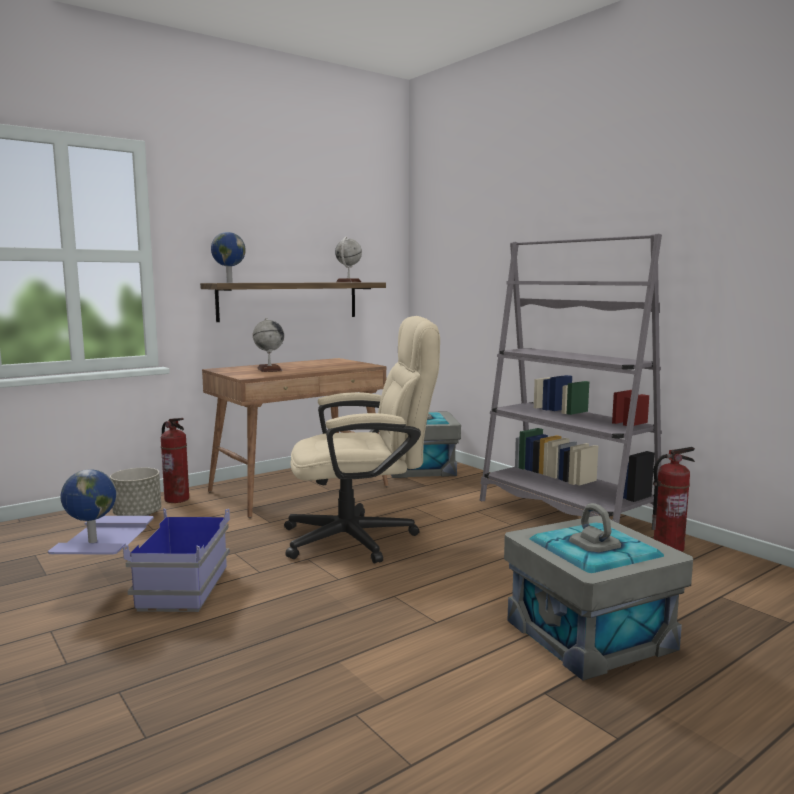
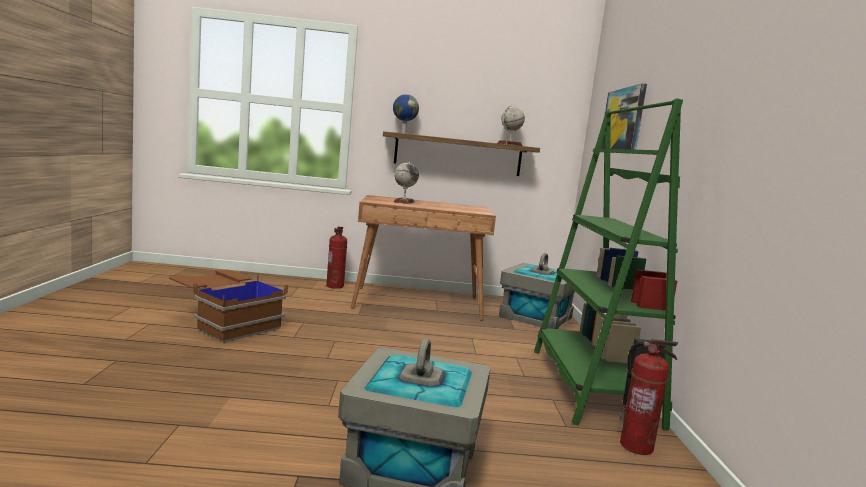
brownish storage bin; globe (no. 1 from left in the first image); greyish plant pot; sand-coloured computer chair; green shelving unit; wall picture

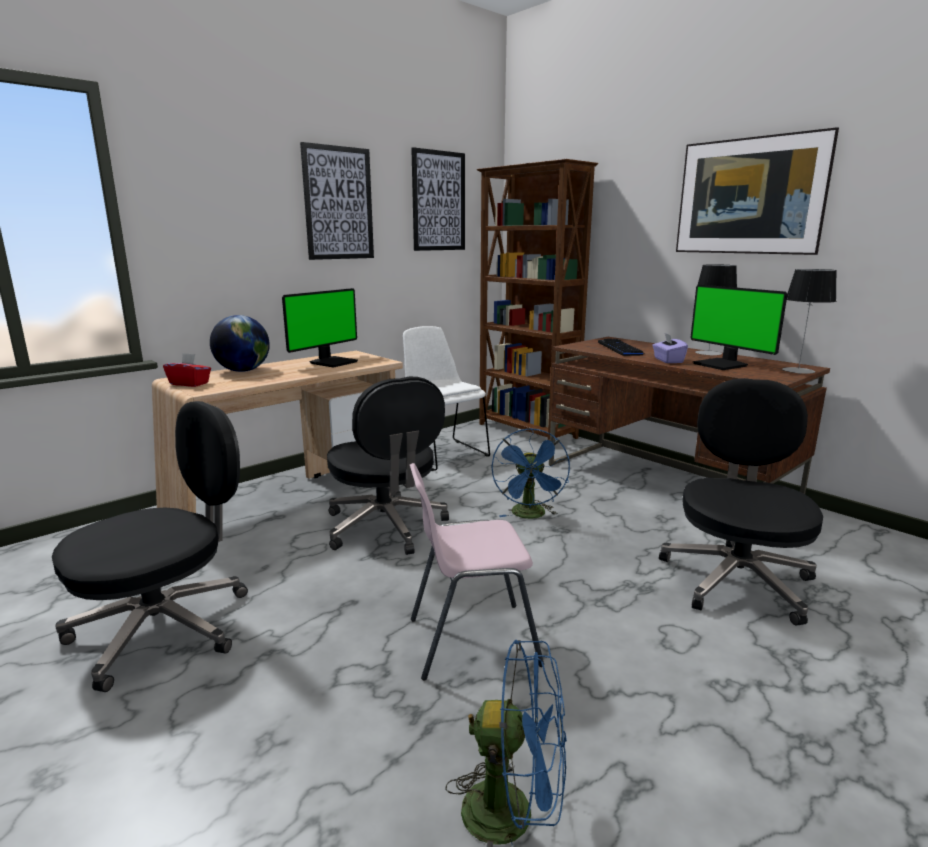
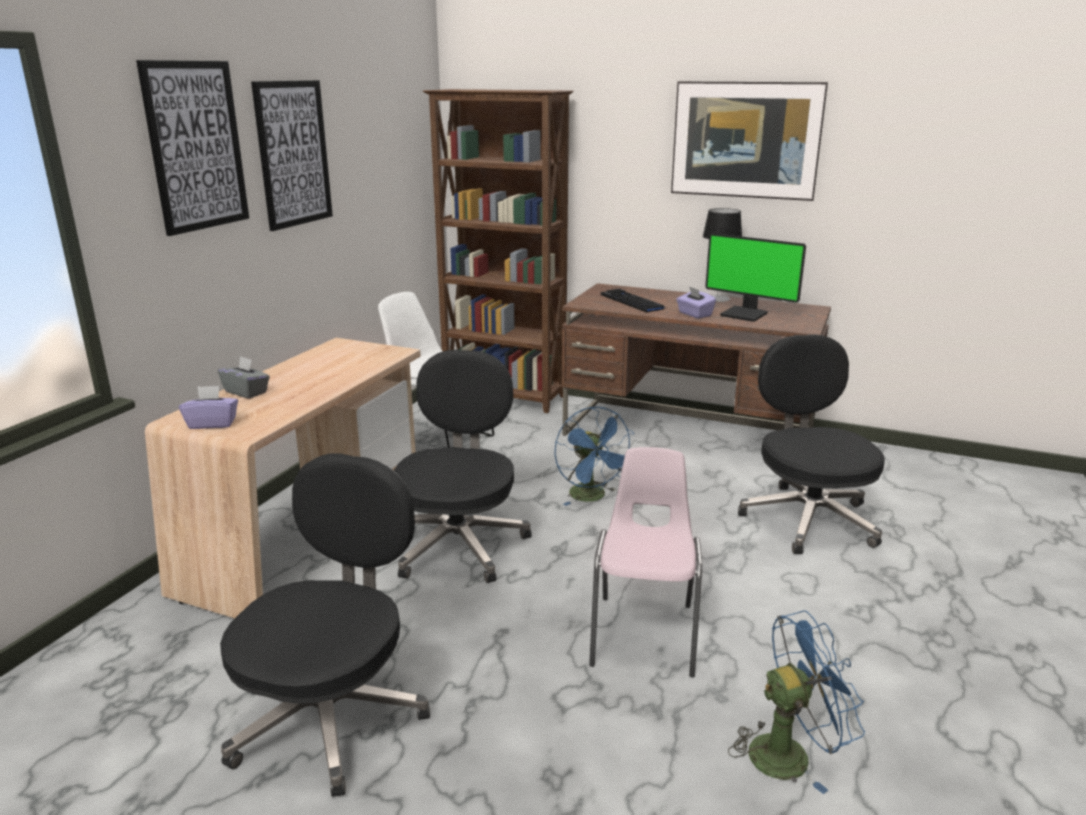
purple-coloured box of tissues (no. 1 from left); greyish box of tissues; monitor (no. 1 from left in the first image); blackish computer chair (no. 2 from left); pink-coloured chair; wall picture (no. 1 from left); tabletop lamp (no. 2 from left in the first image)

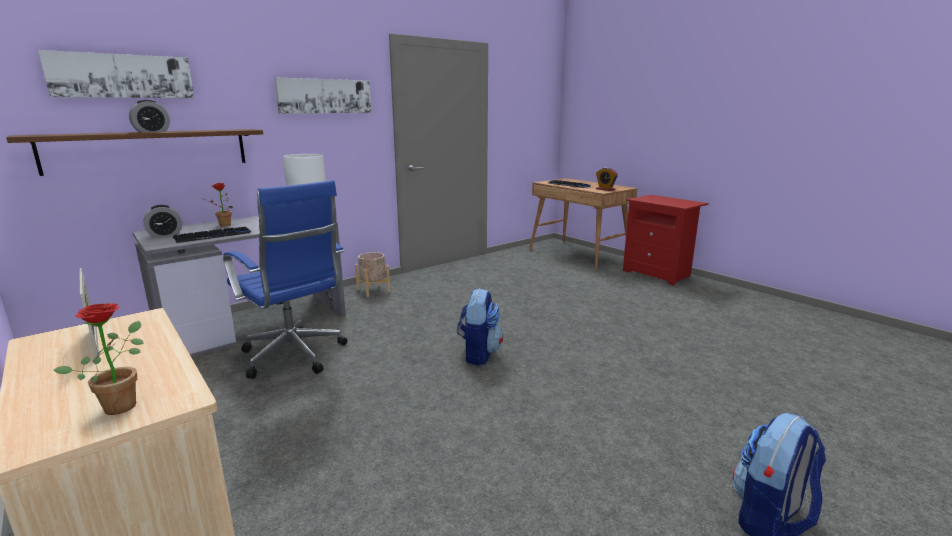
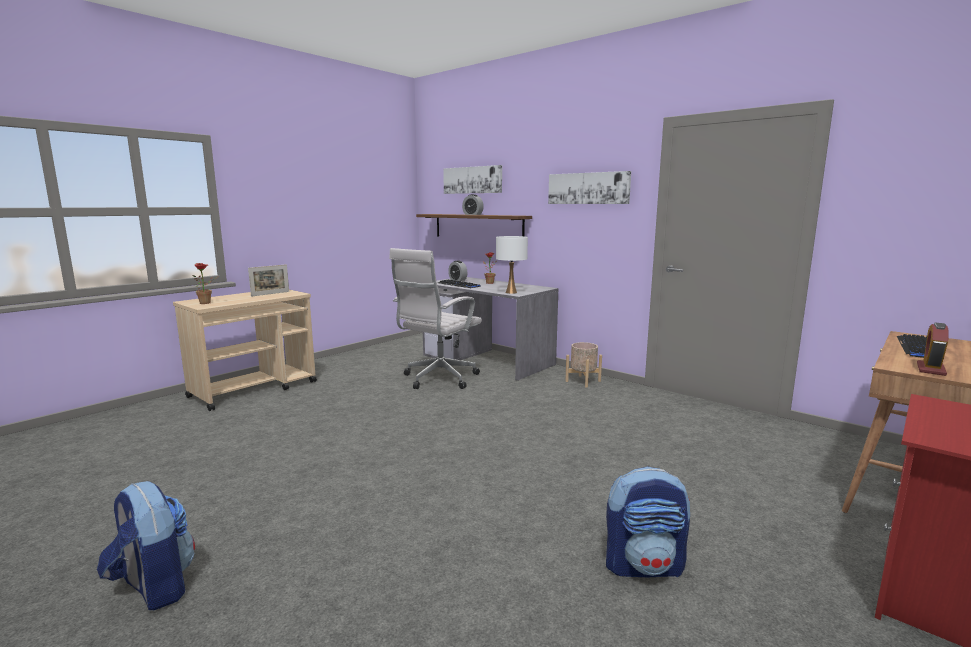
white-coloured computer chair; rucksack (no. 2 from left)

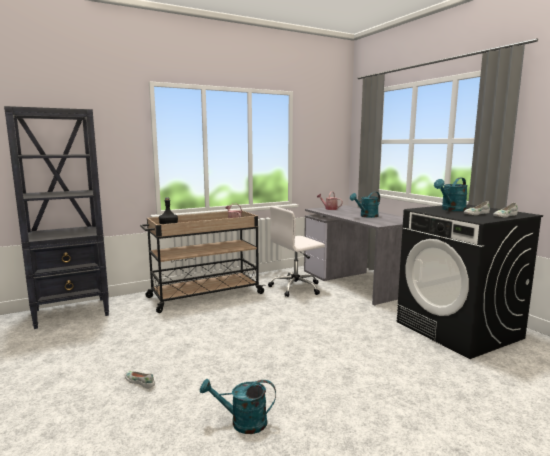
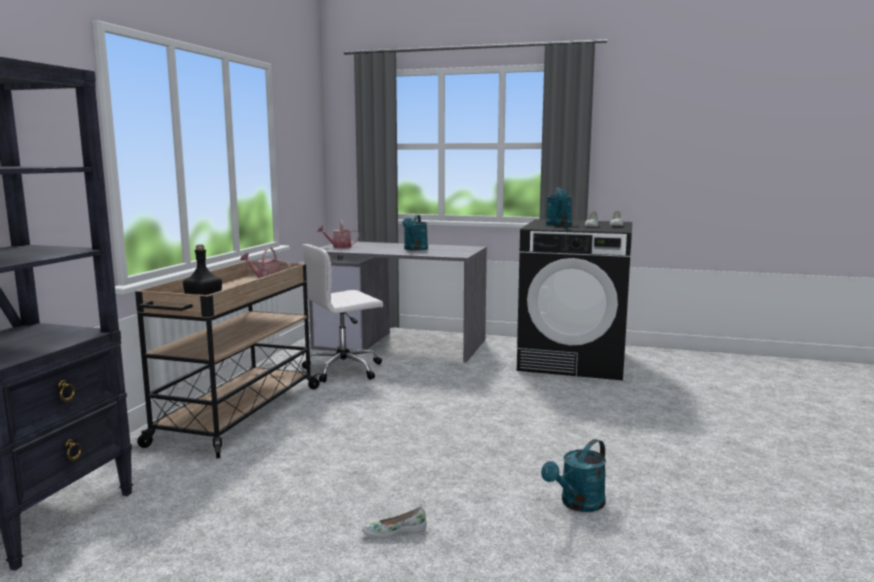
white-coloured computer chair

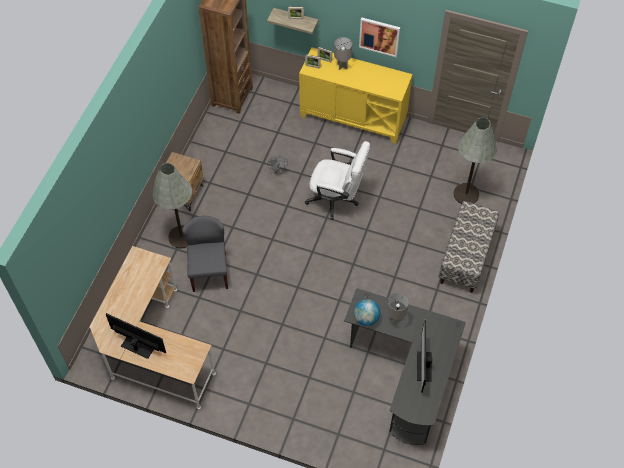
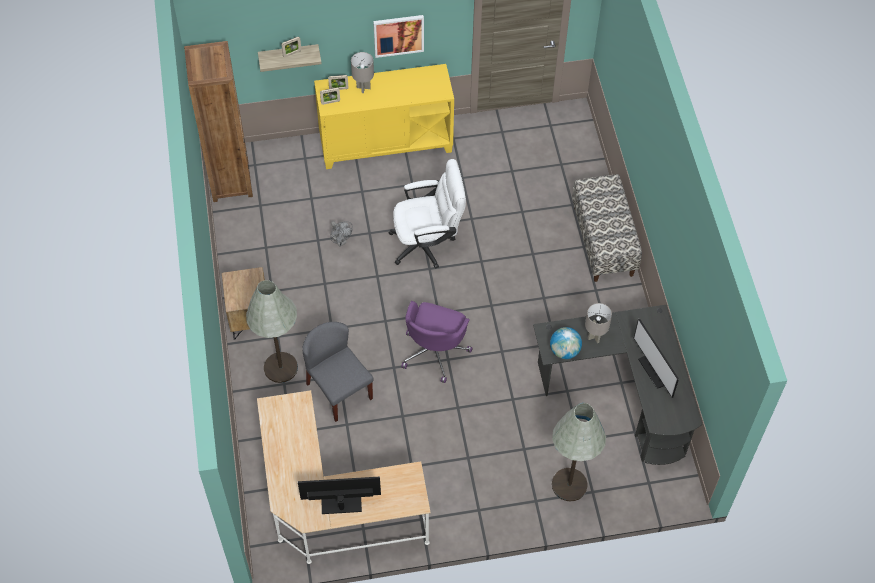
greyish standing lamp (no. 2 from left); purple-coloured computer chair

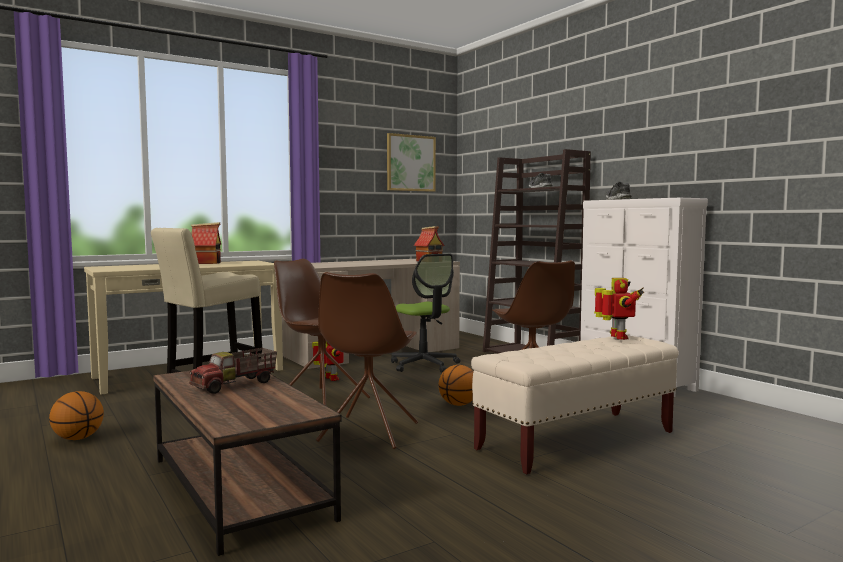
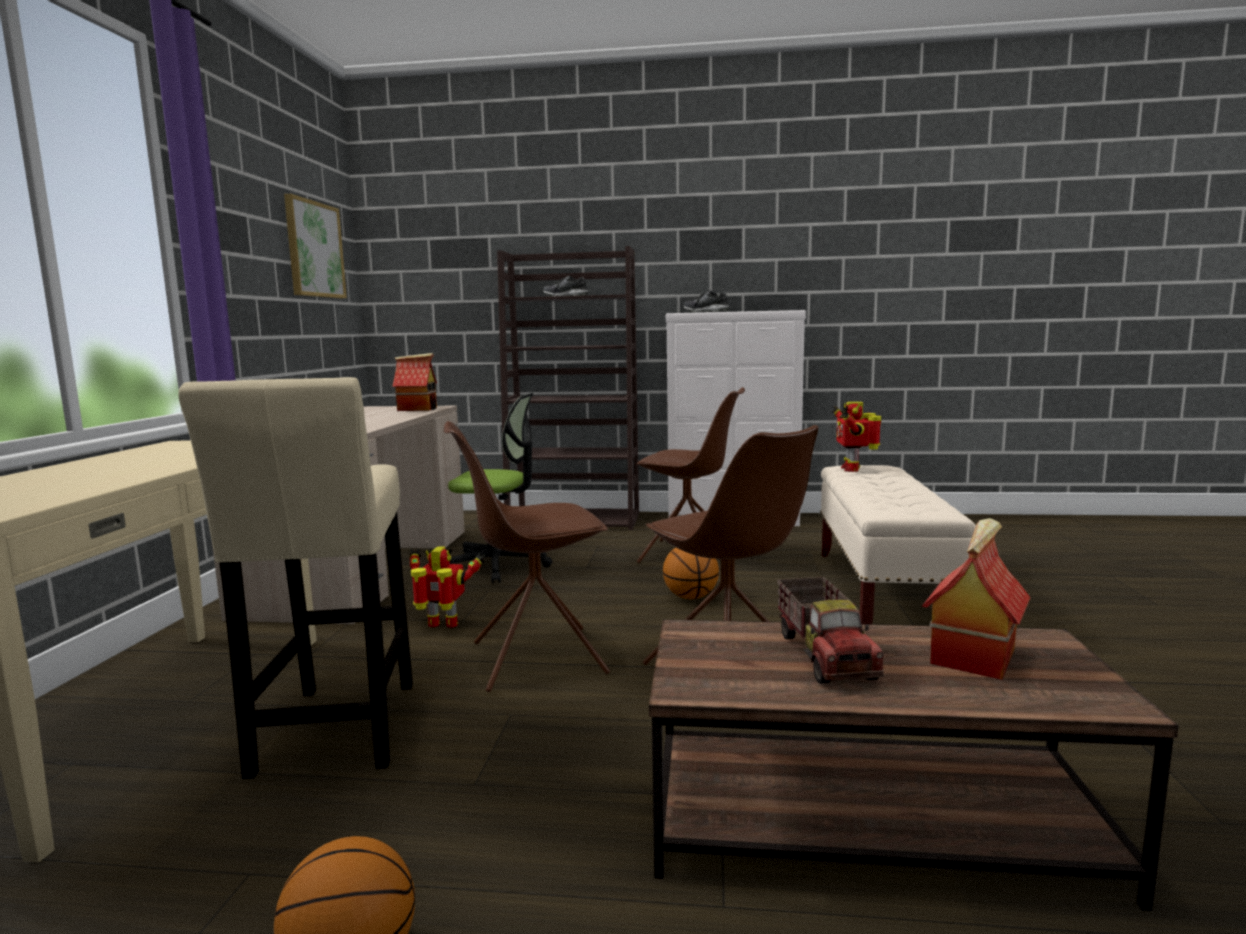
toy house (no. 2 from left); robot figure (no. 2 from left)

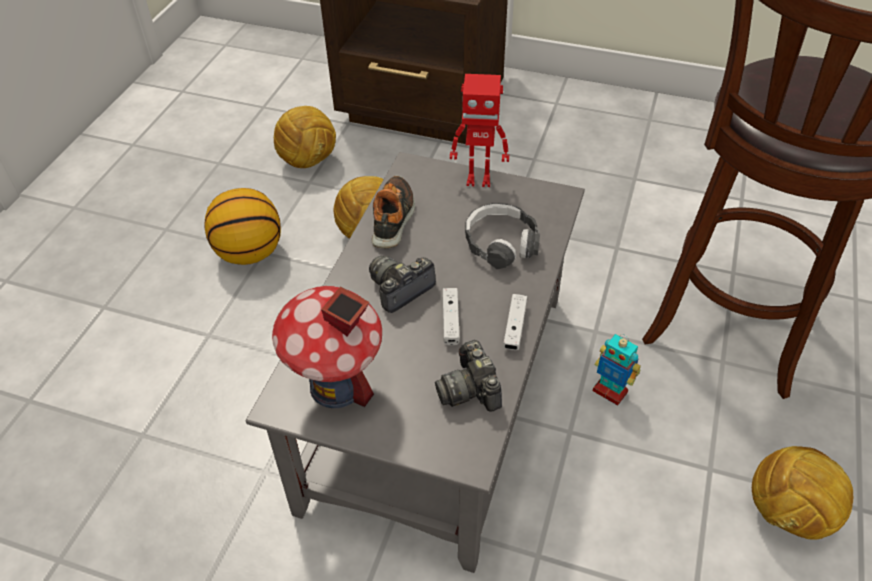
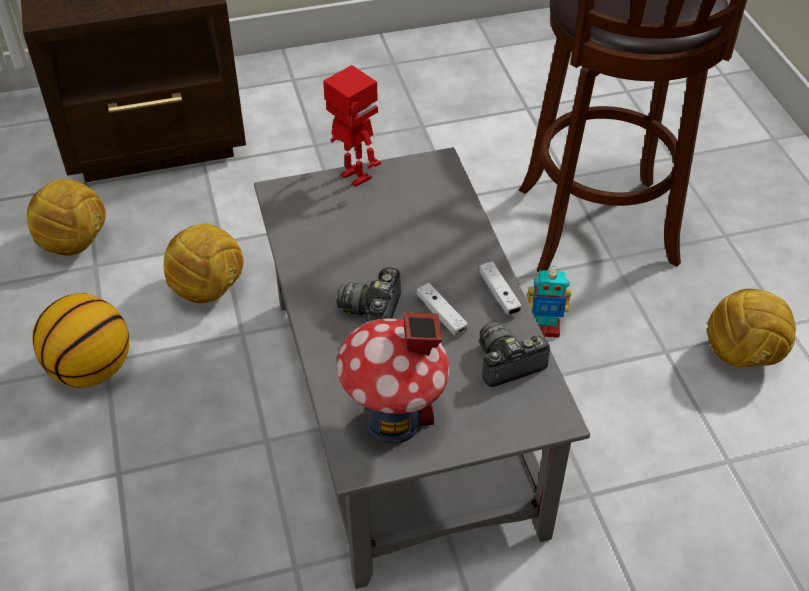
item of footwear; photo camera (no. 2 from left); robot figure (no. 1 from left); headphones

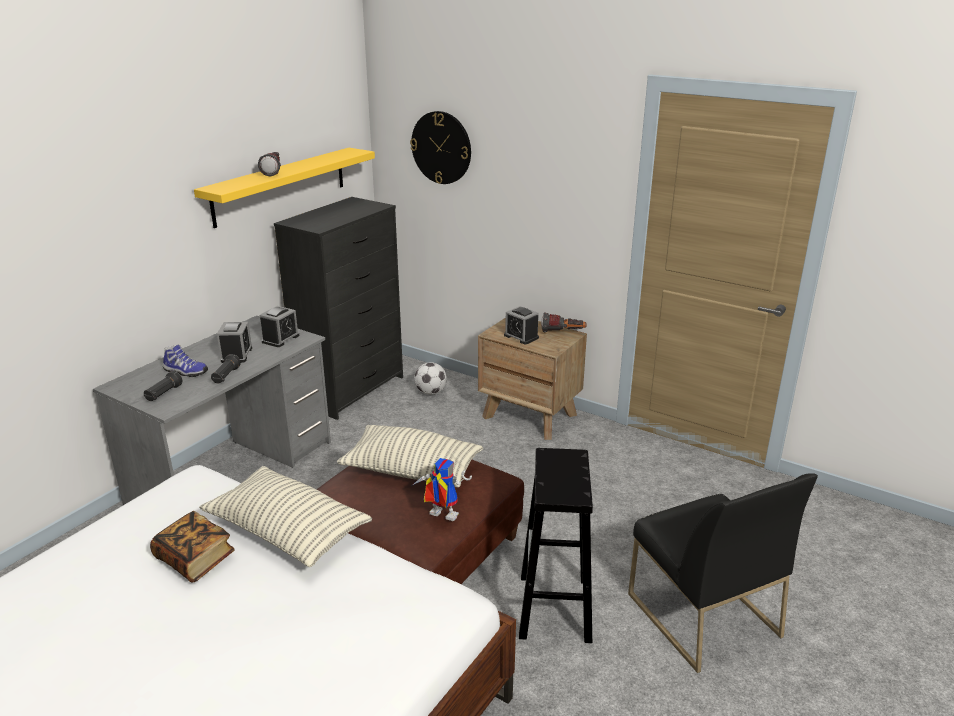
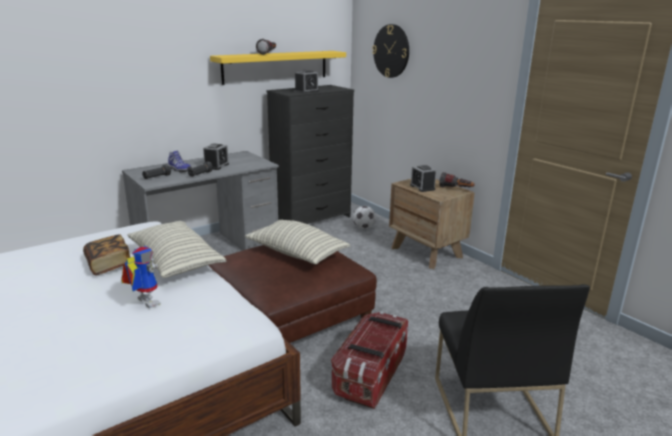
bedside clock (no. 2 from left); robot figure; storage bin

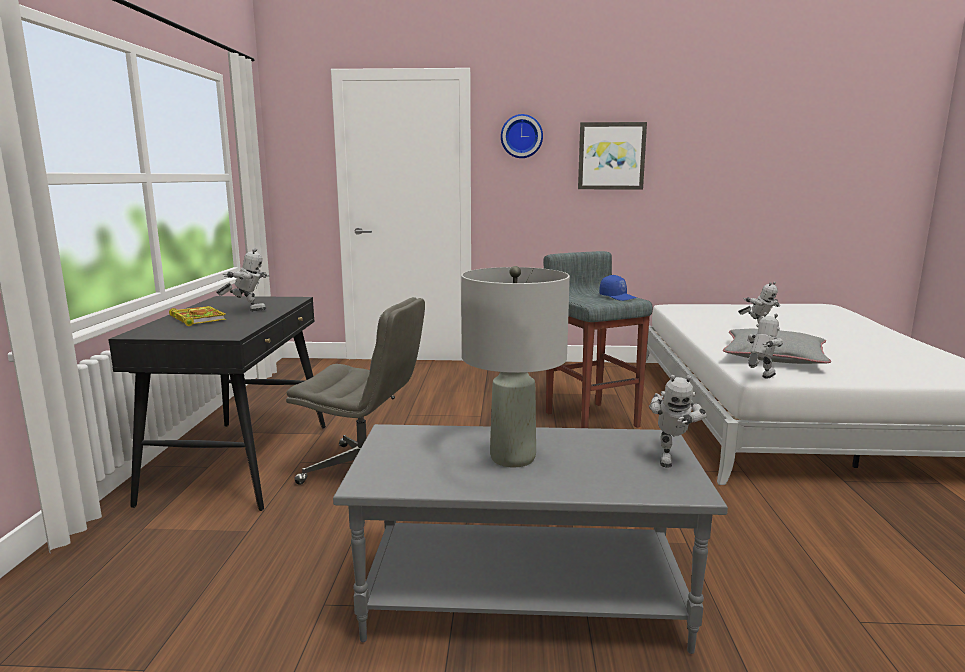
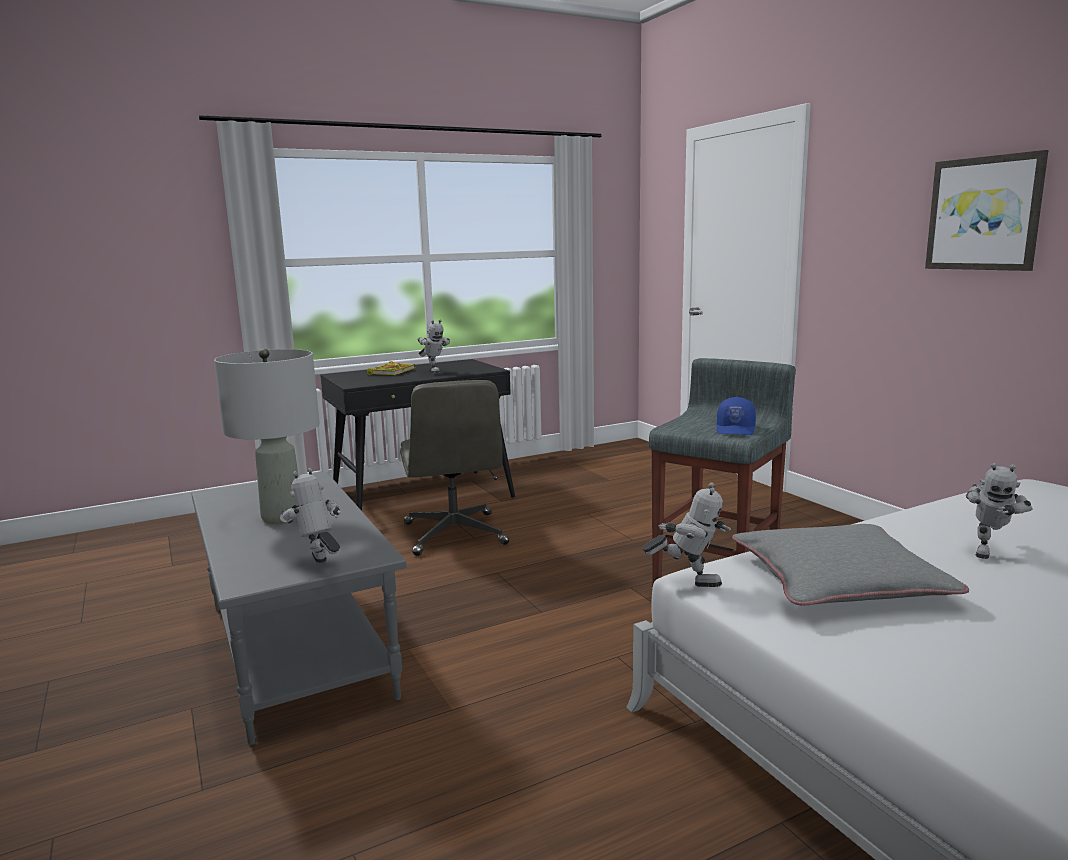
wall clock; robot figure (no. 1 from left)

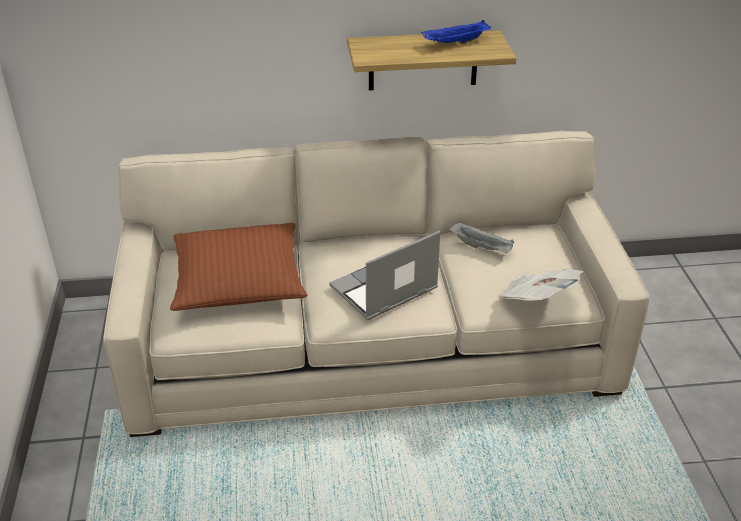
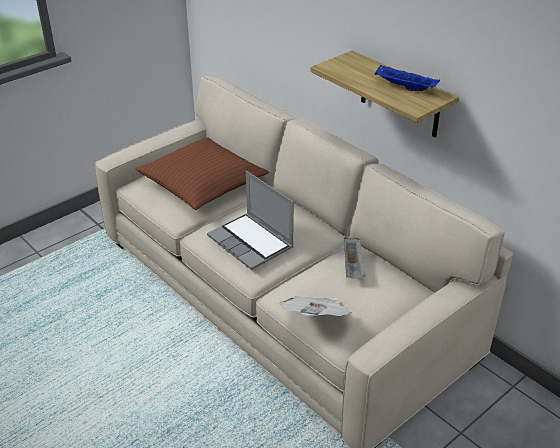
portable computer

